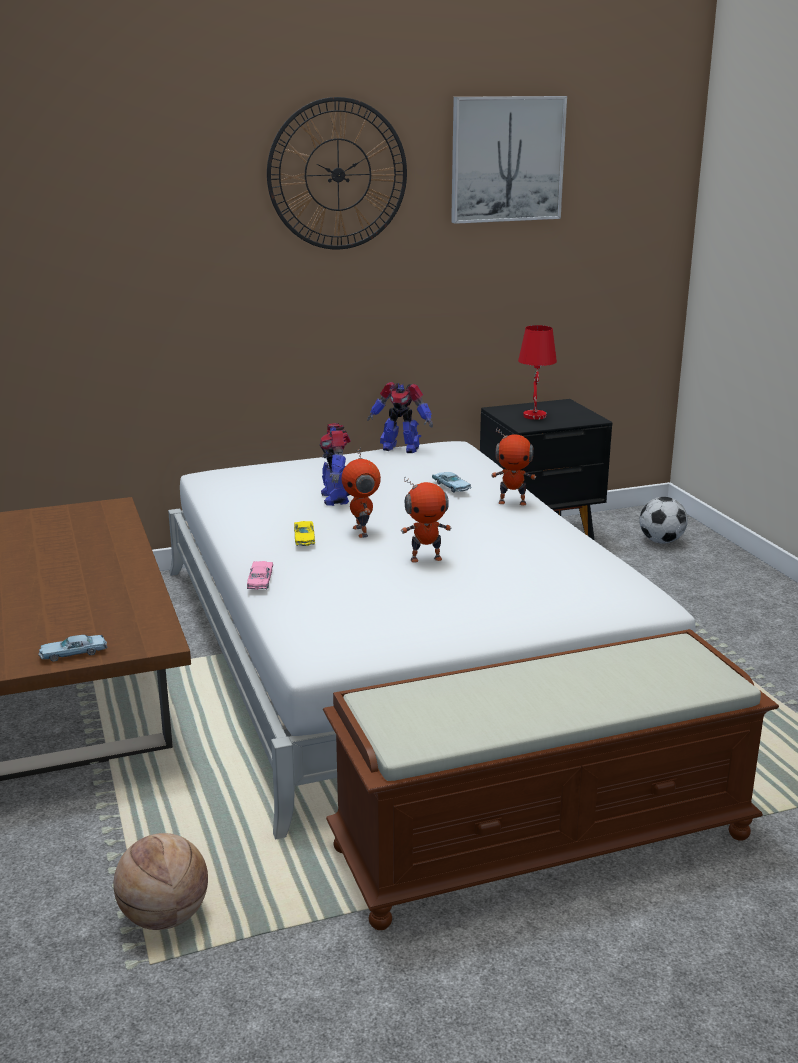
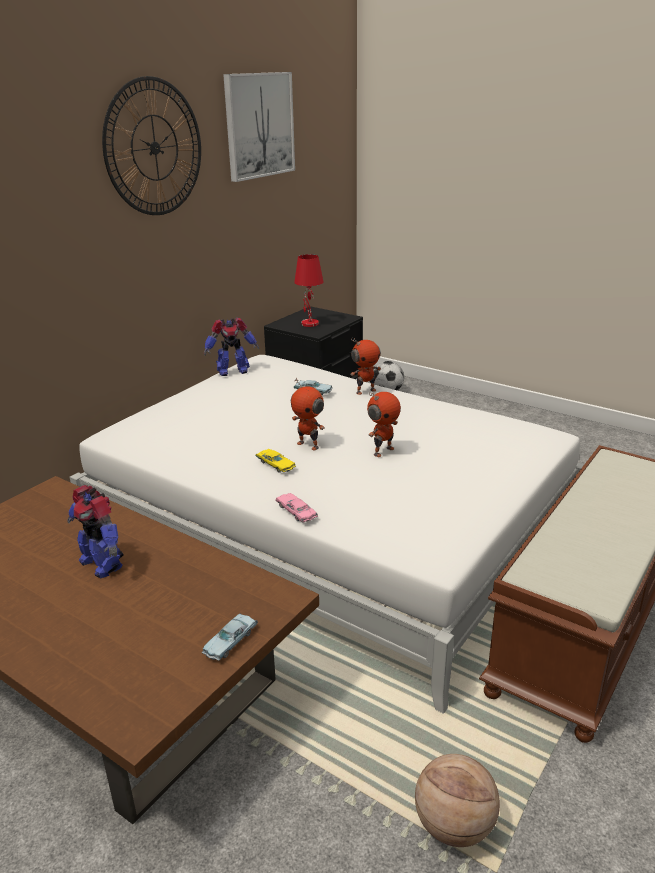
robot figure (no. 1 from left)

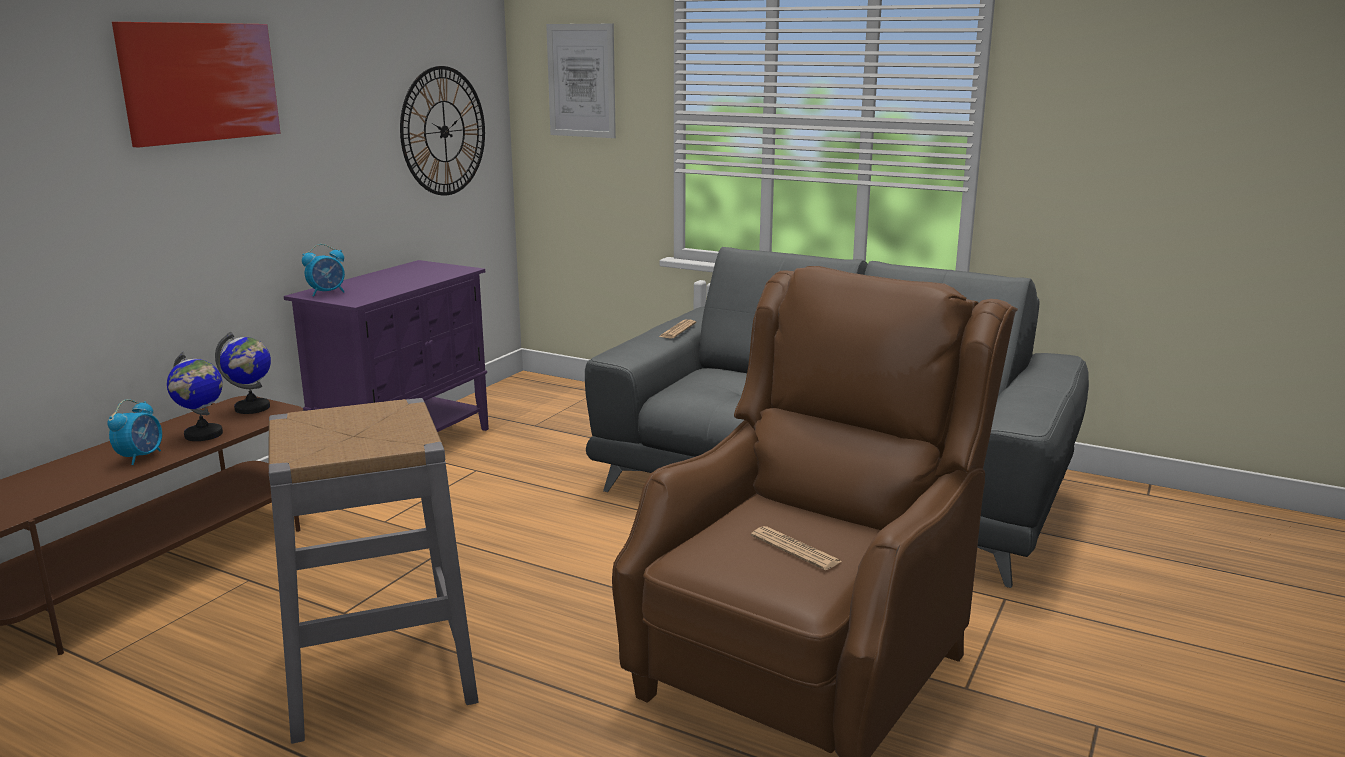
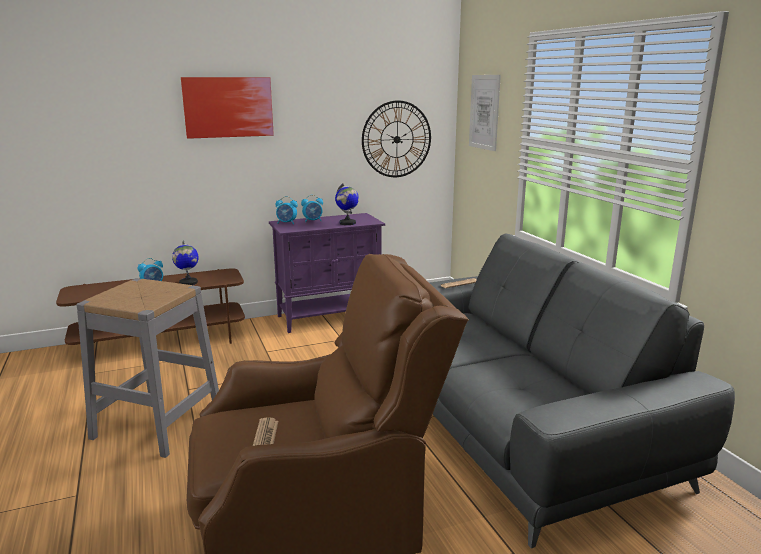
globe (no. 2 from left); bedside clock (no. 3 from left)

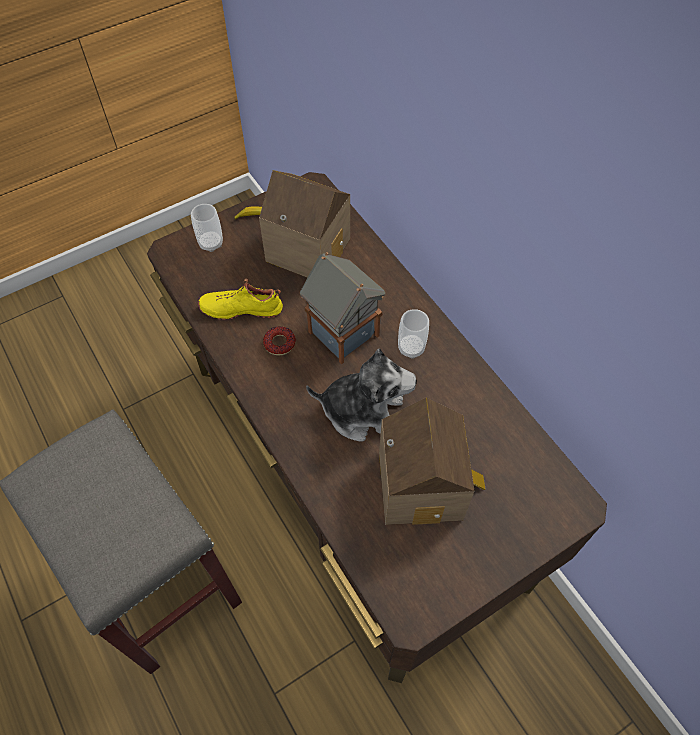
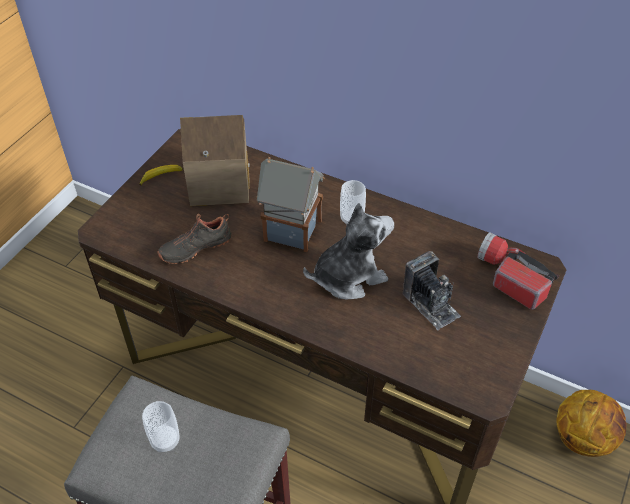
drinking cup (no. 1 from left); blackish item of footwear; donut; photo camera; flashlight; basketball ball

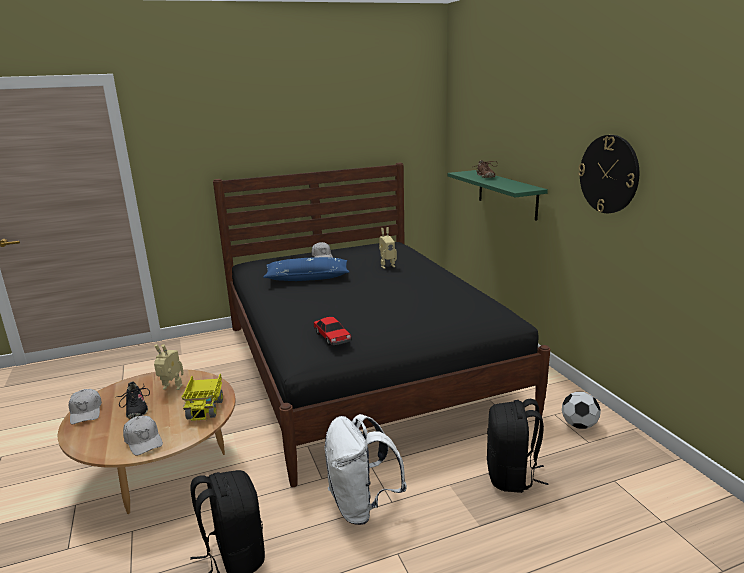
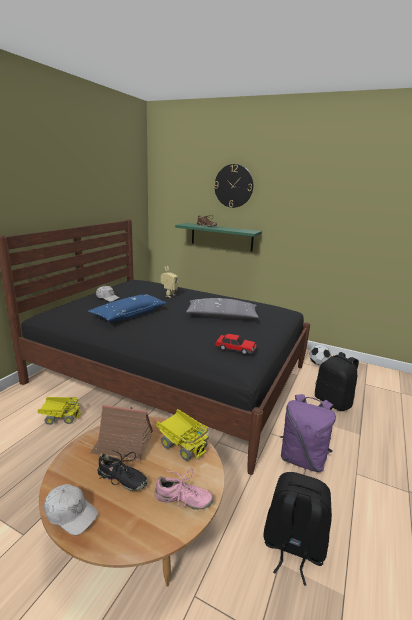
pink-coloured item of footwear; toy house; purple-coloured rucksack; wall clock; toy truck (no. 1 from left); greyish pillow

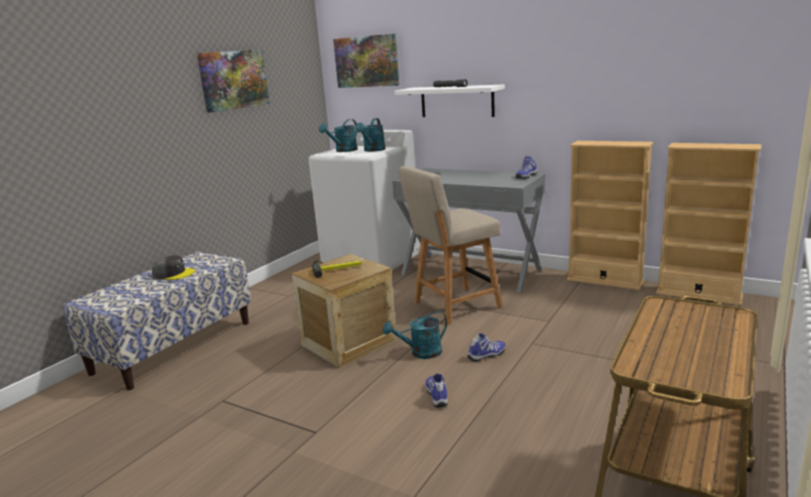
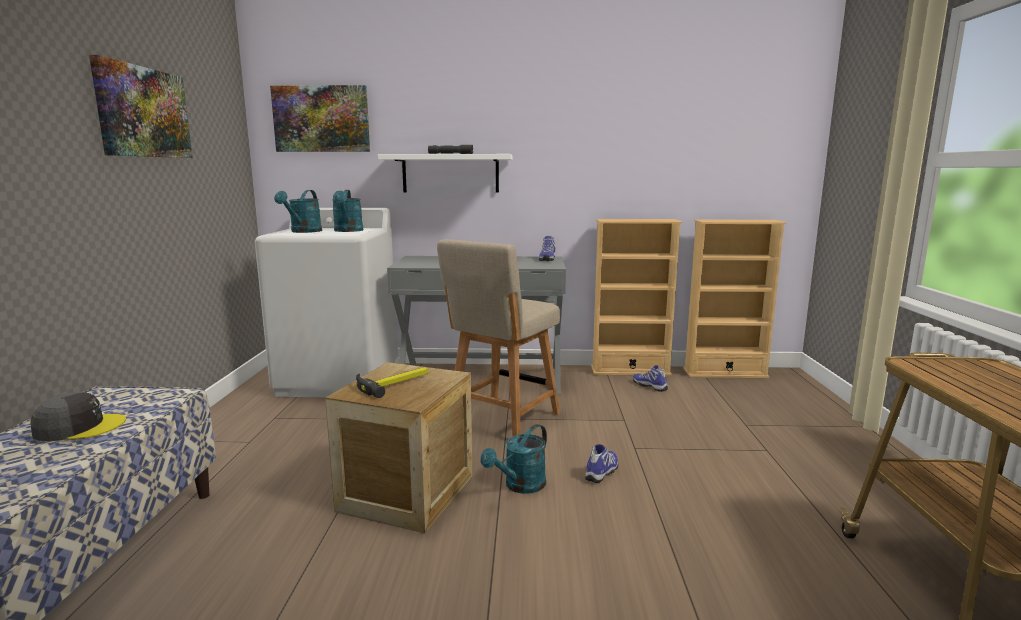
item of footwear (no. 3 from left)

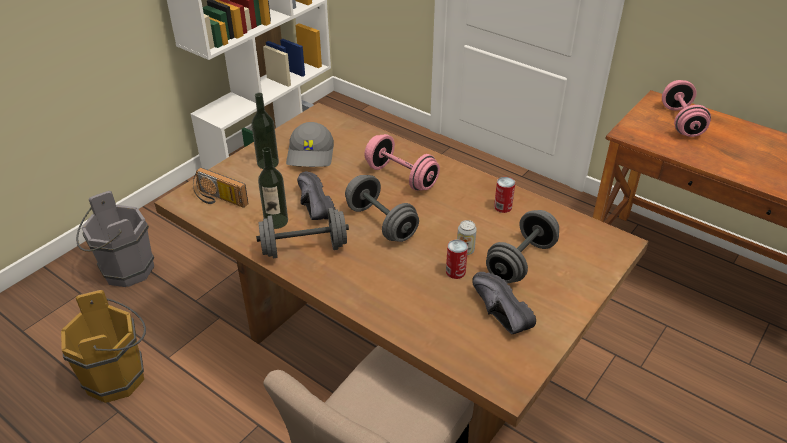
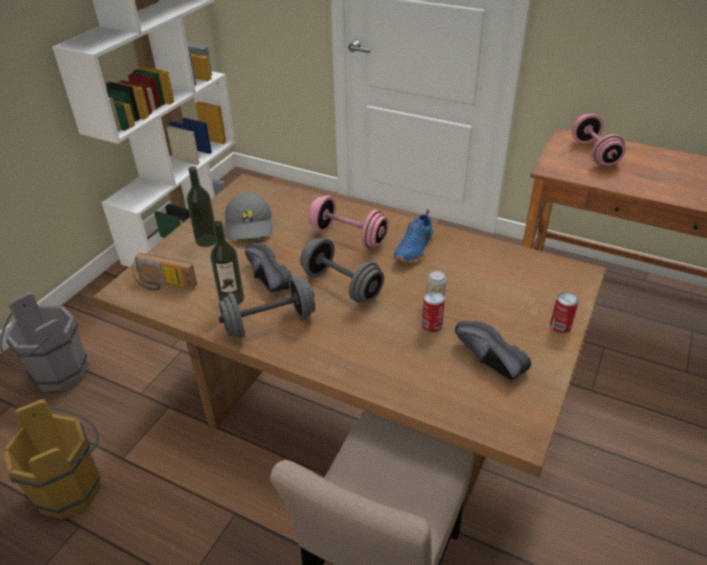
greyish dumbbell (no. 3 from left in the first image); metal can (no. 3 from left); blue item of footwear

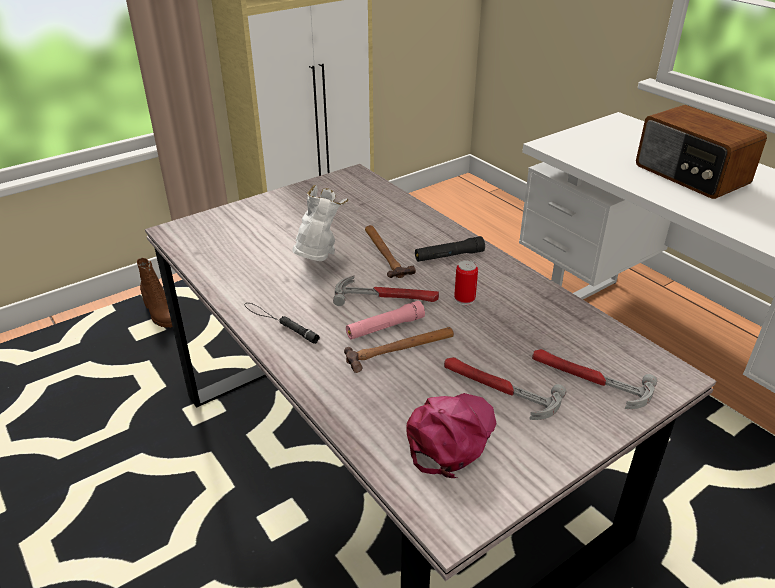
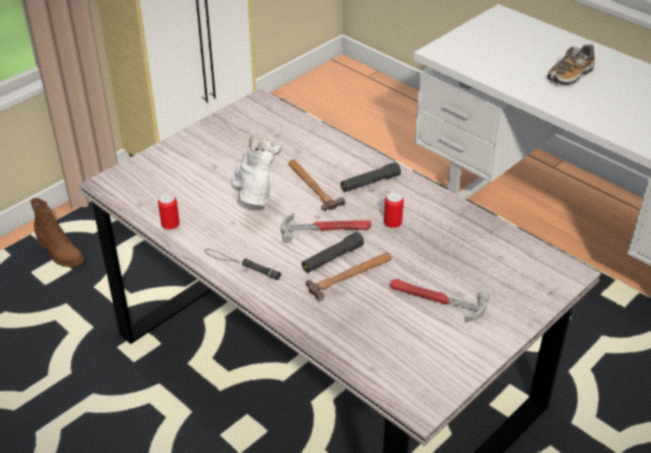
blackish flashlight (no. 2 from left); pink-coloured cap; hand hammer (no. 5 from left in the first image); item of footwear; metal can (no. 1 from left)

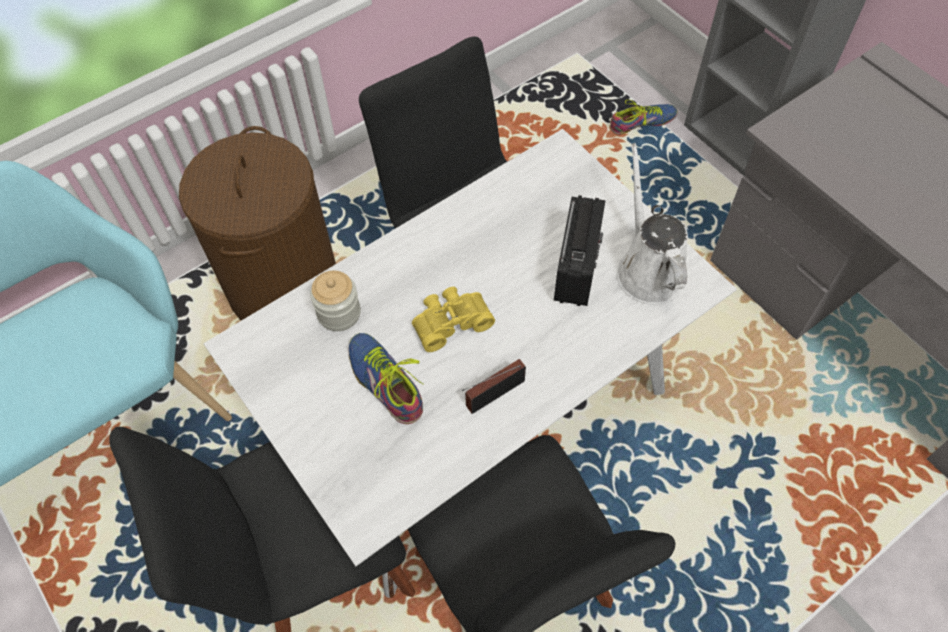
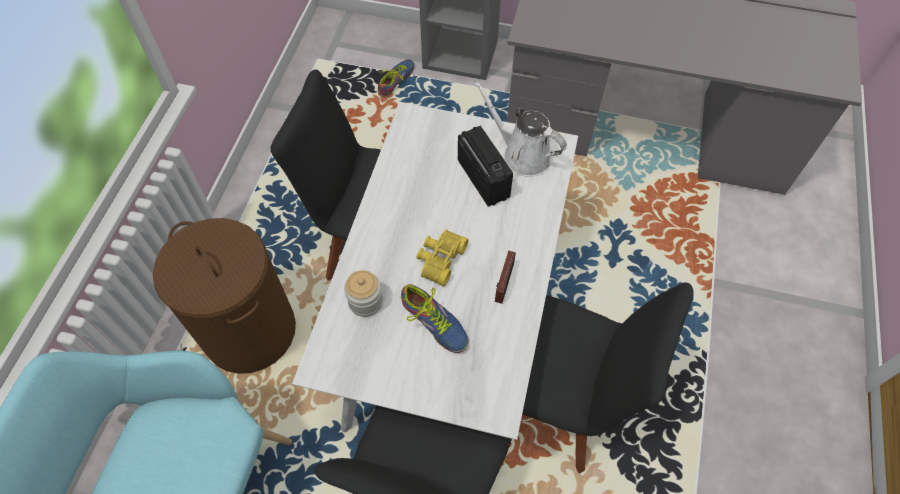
item of footwear (no. 2 from left)

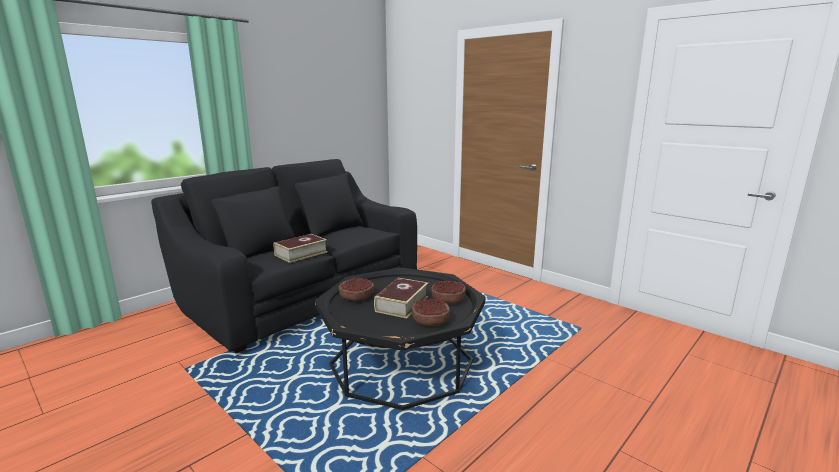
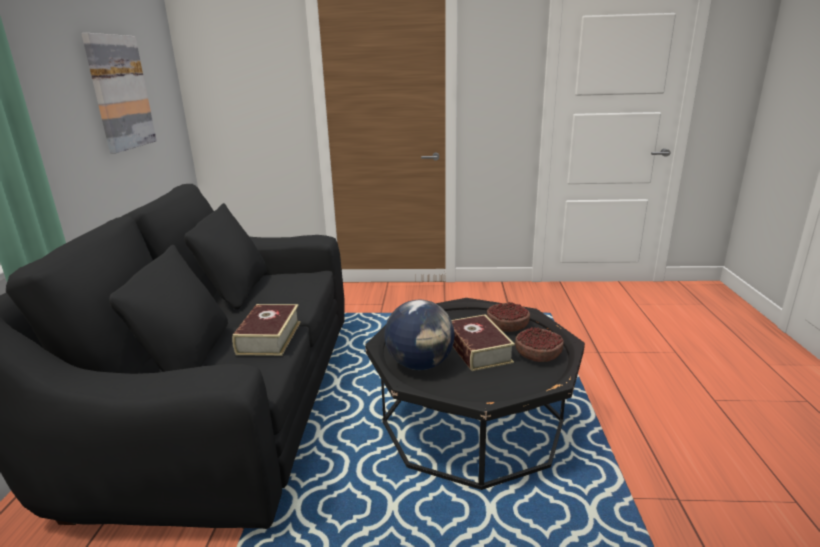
globe; wall picture

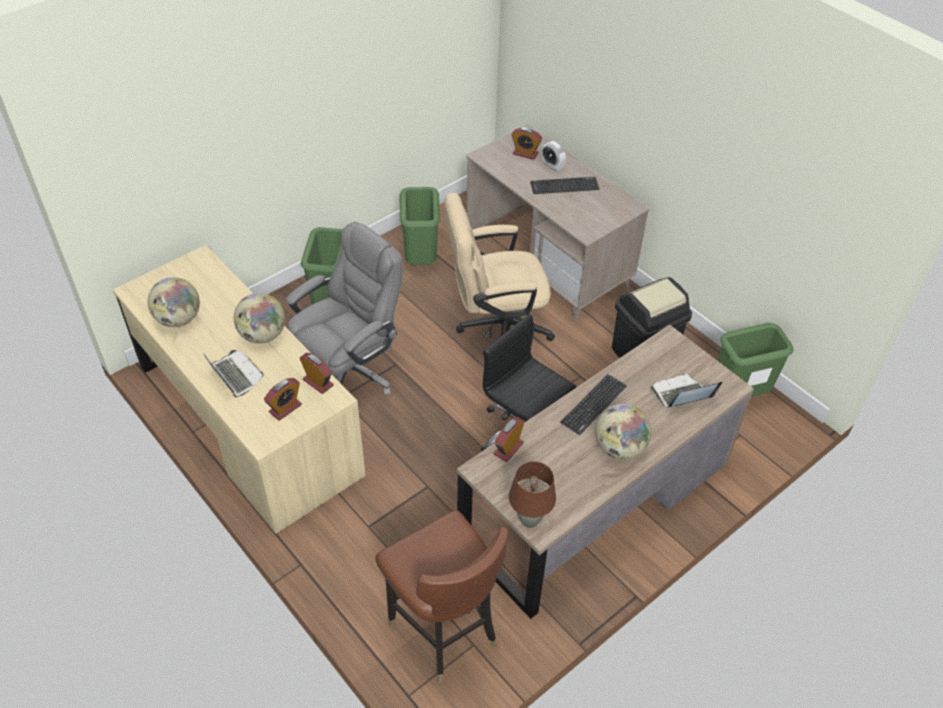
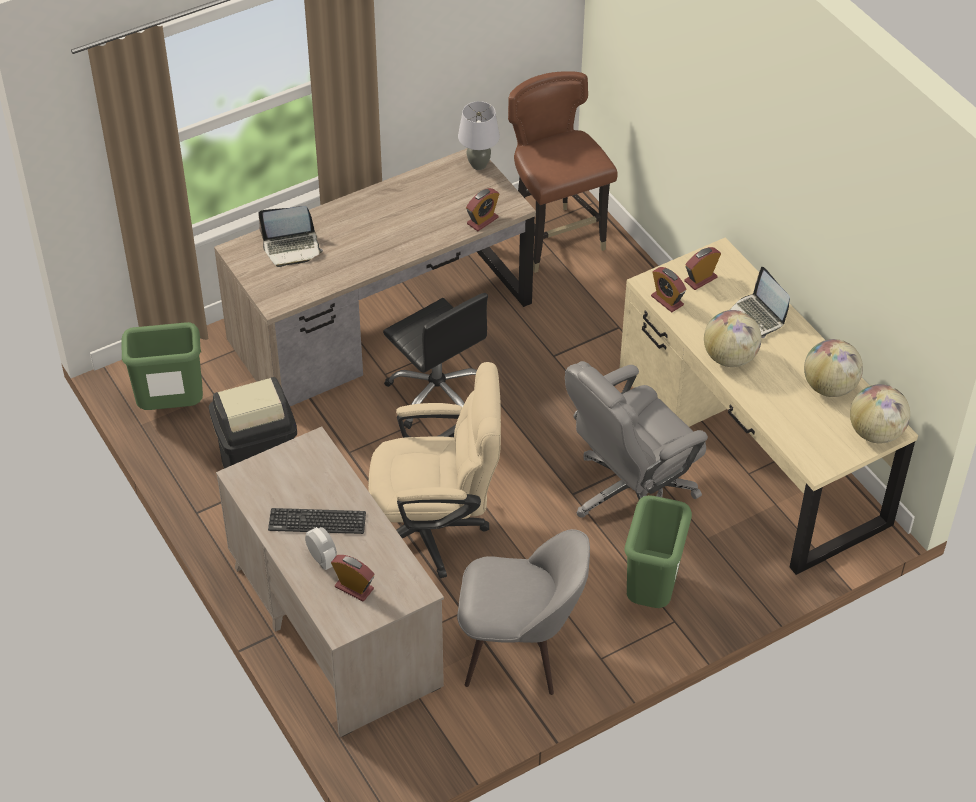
greyish chair; greyish tabletop lamp; computer keyboard (no. 2 from left in the first image); globe (no. 3 from left)

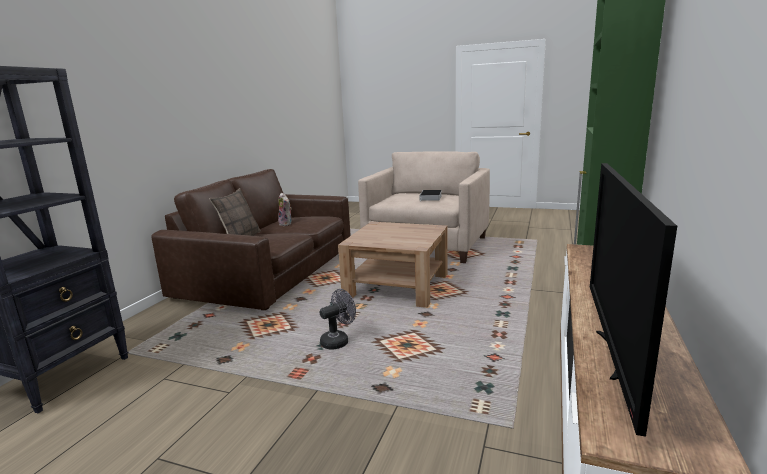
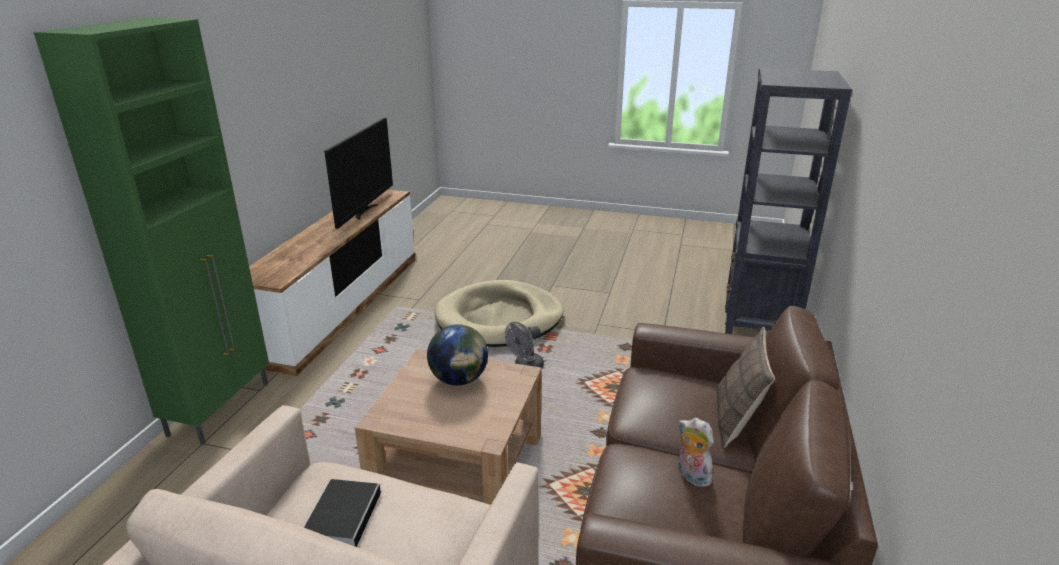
globe; sand-coloured dog bed

